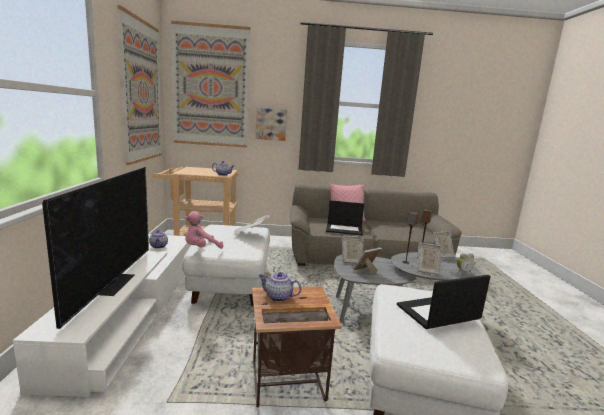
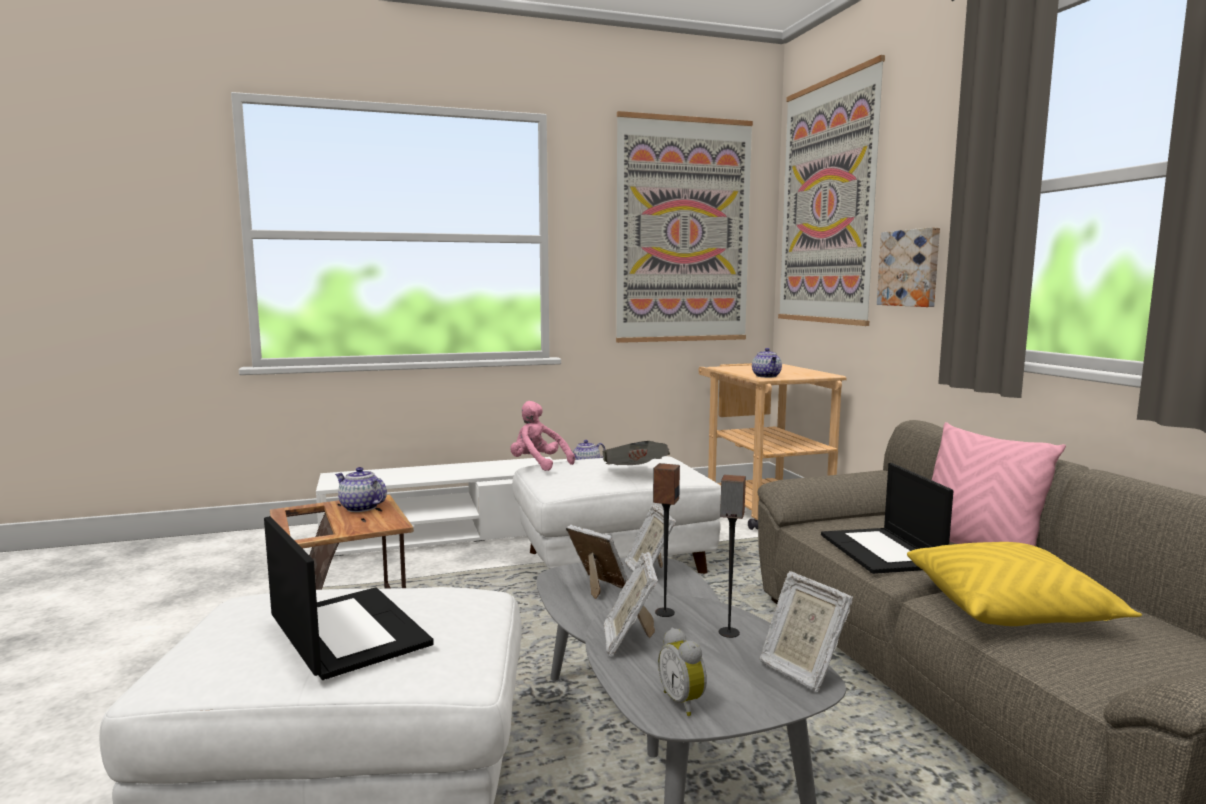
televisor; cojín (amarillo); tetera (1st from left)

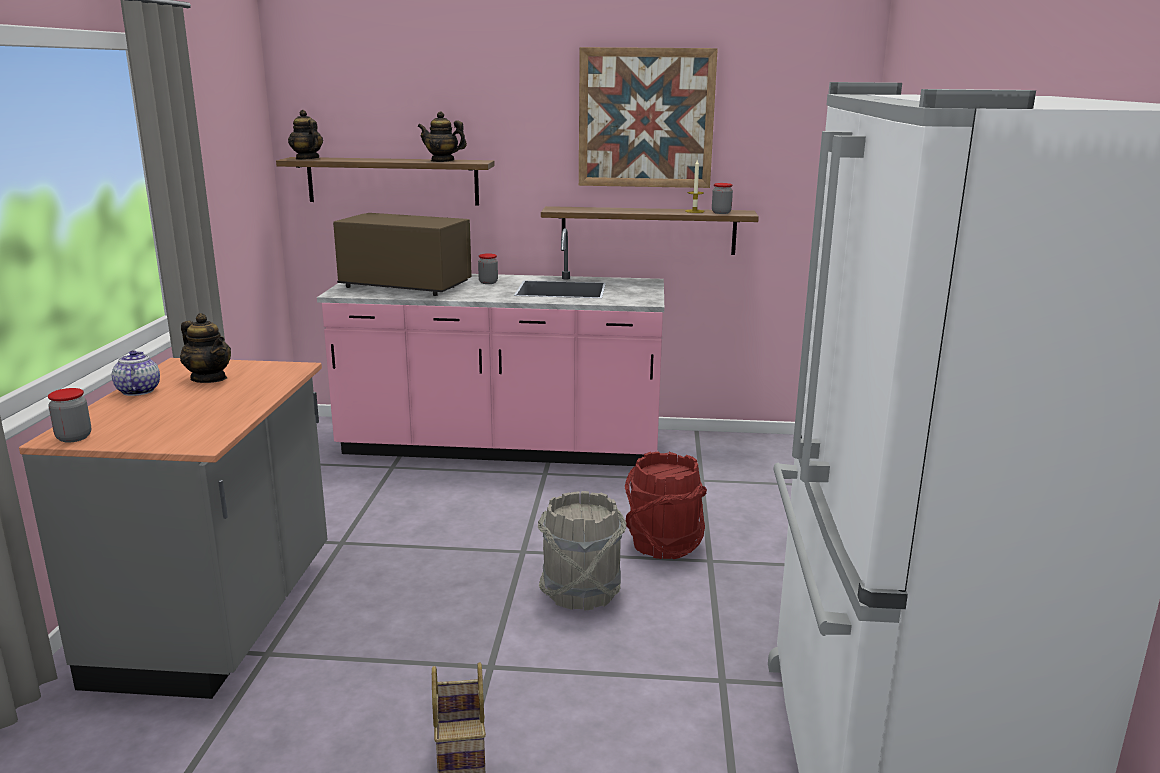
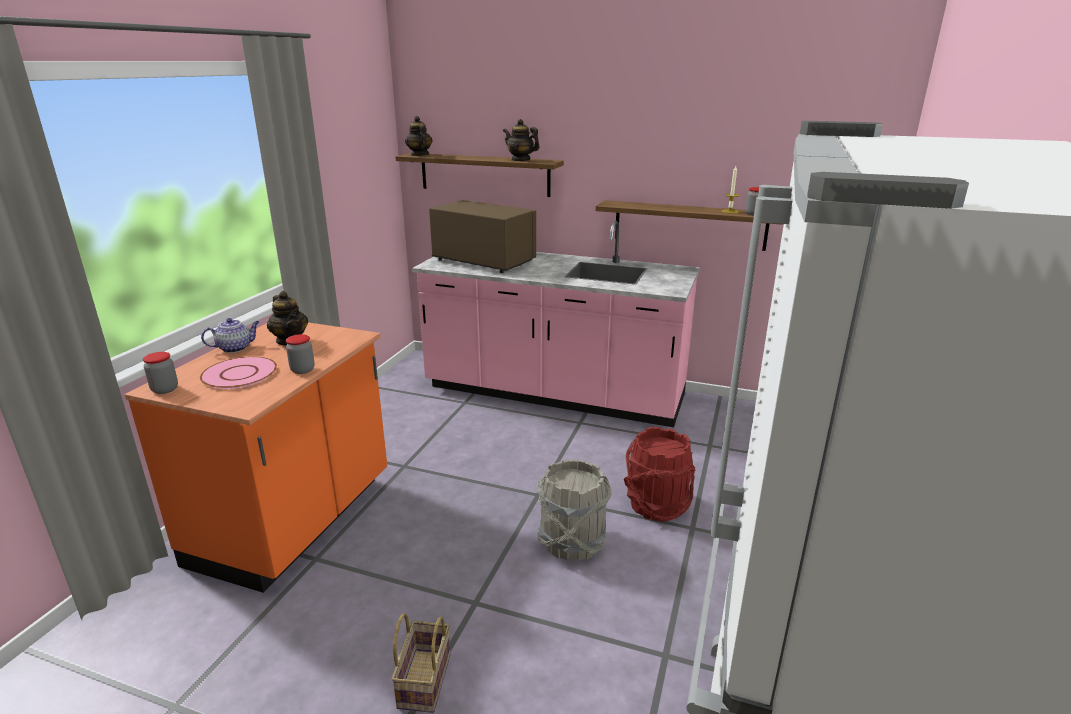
cuadro; plato (rosa); tarro (2nd from left); mueble bajo de cocina (naranja); tetera (1st from left)

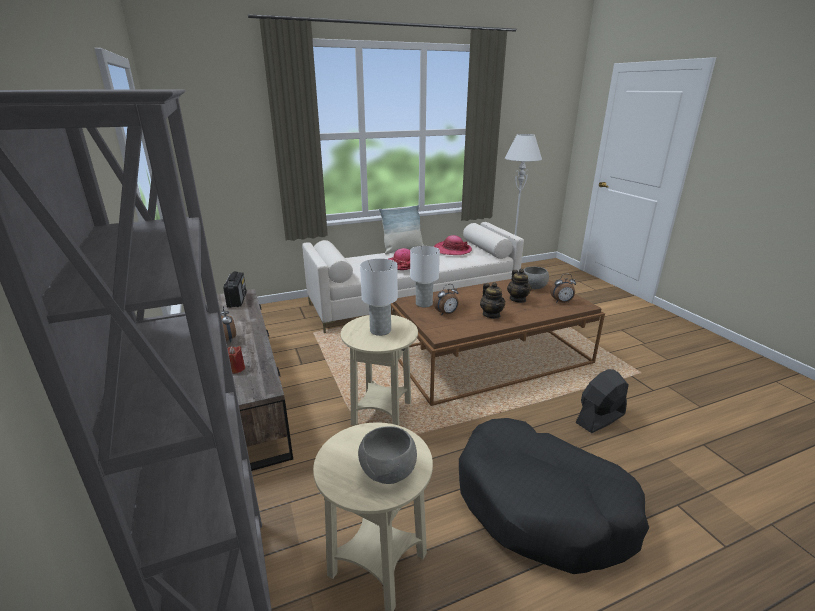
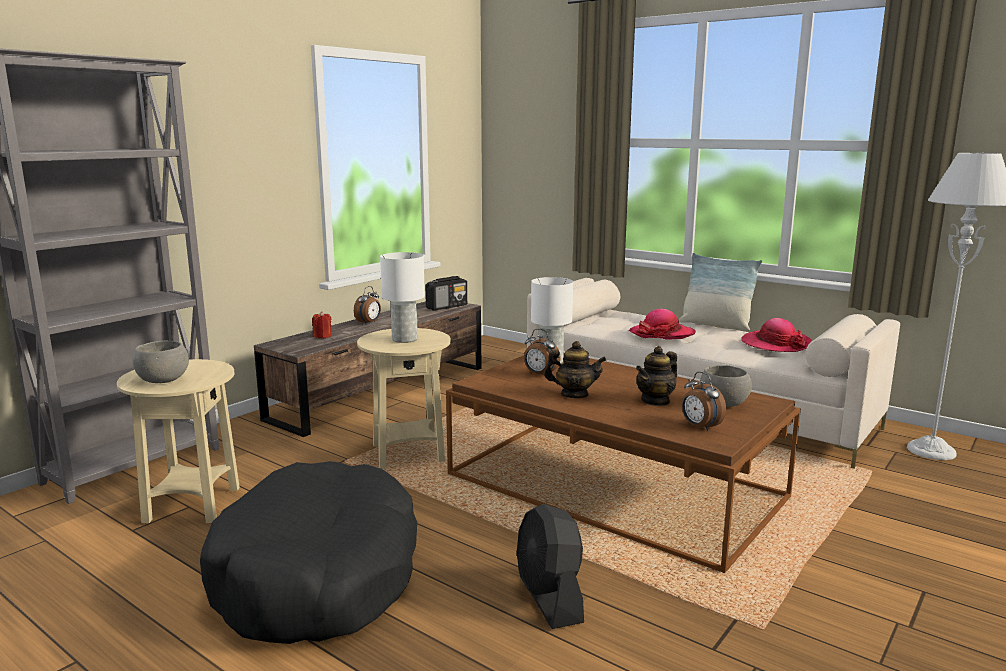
tetera (1st from left); ventilador (negro)

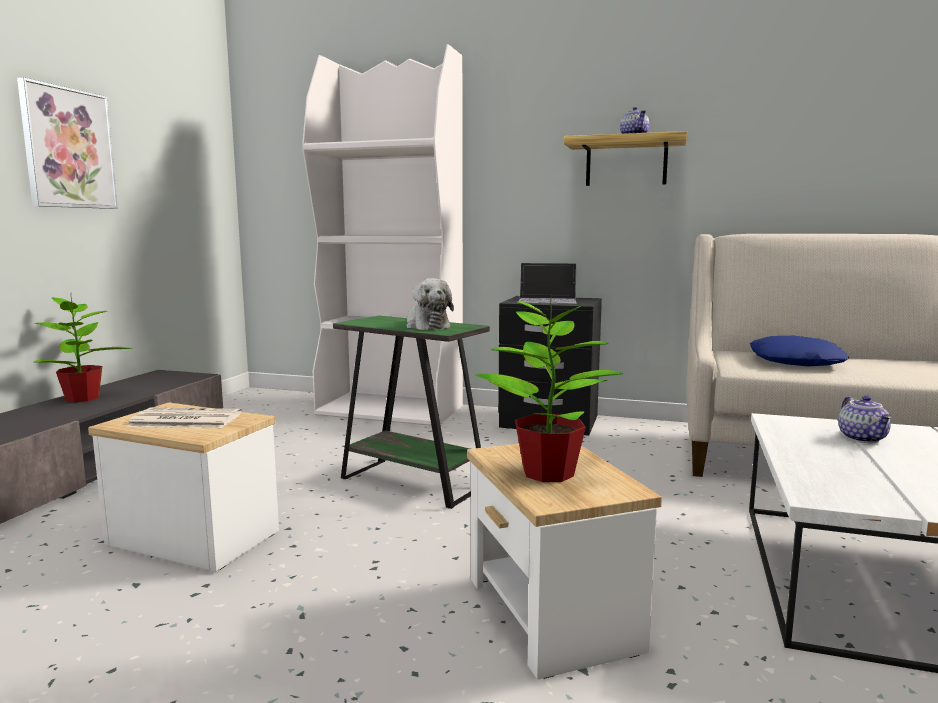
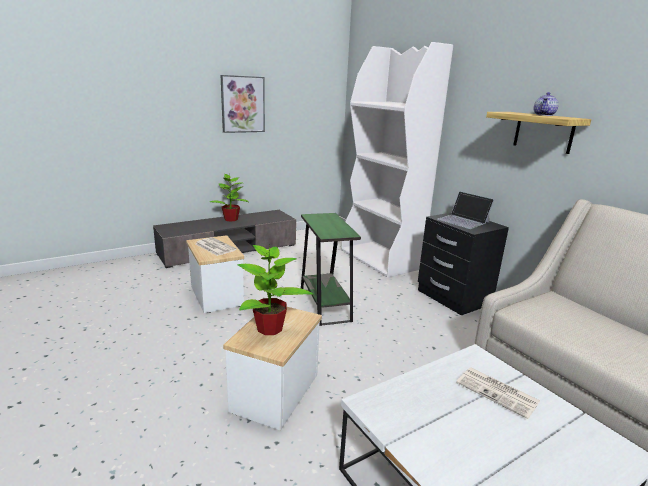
peluche; cojín (azul); periódico (2nd from left)

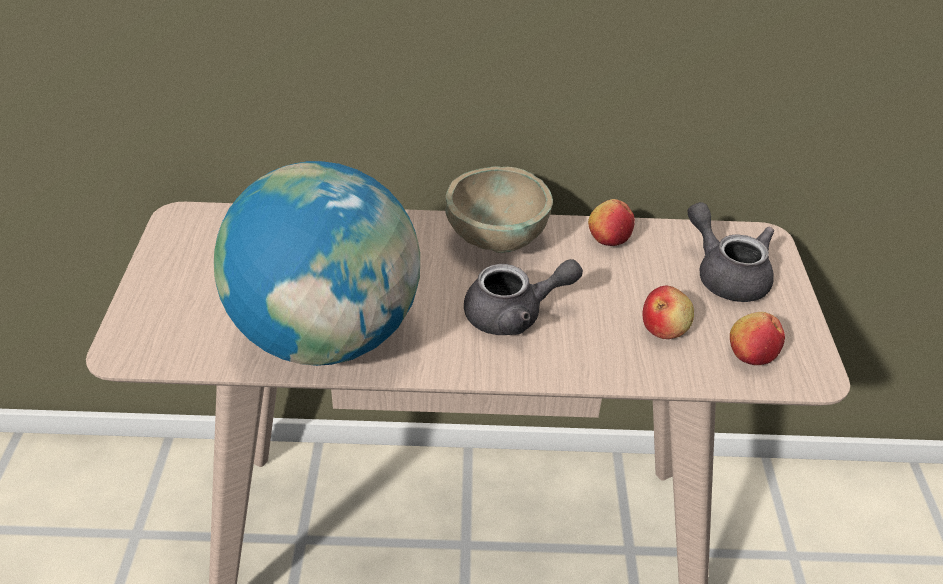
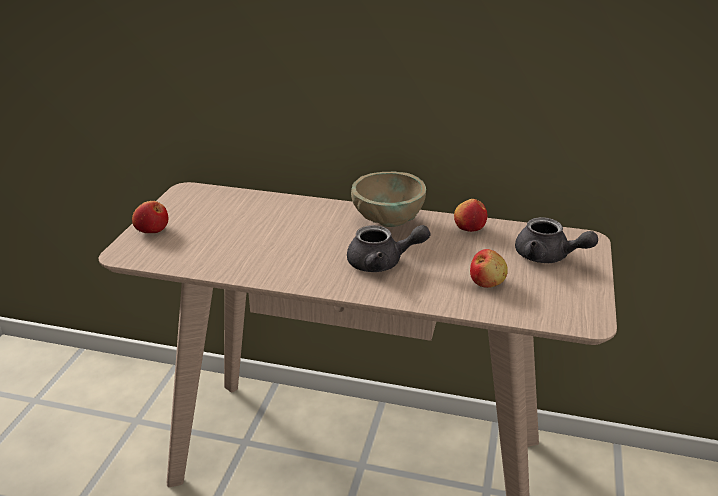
globo terráqueo; manzana (1st from left); tetera (gris) (2nd from left)

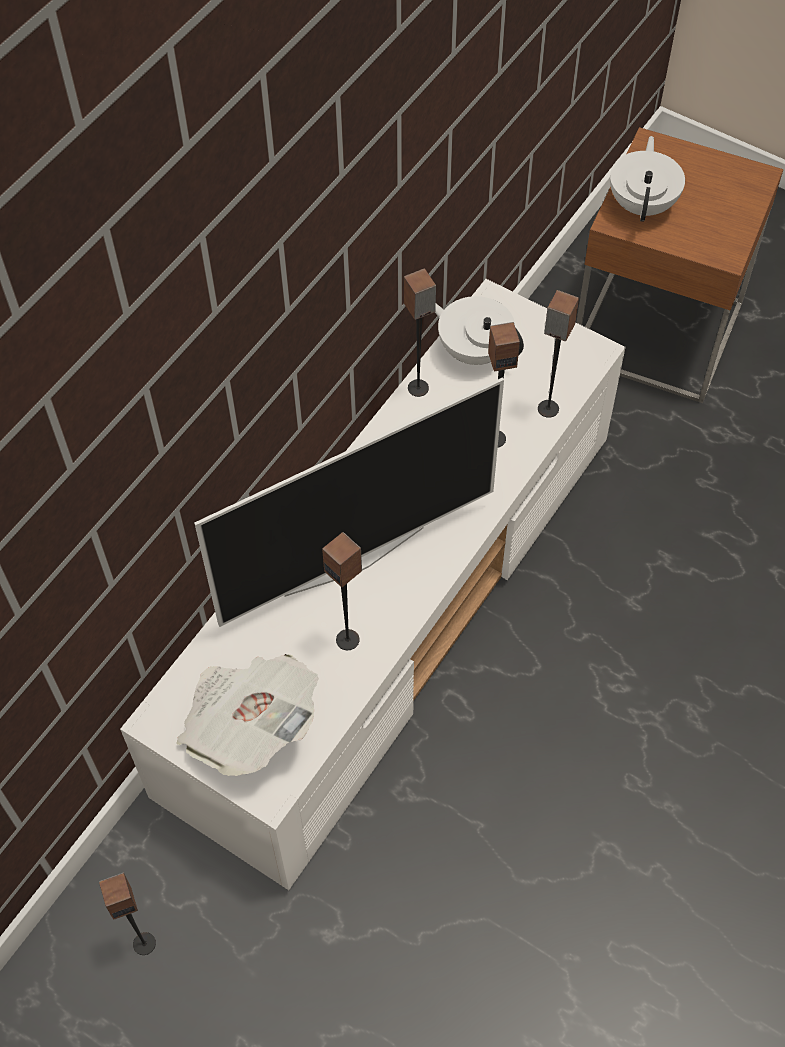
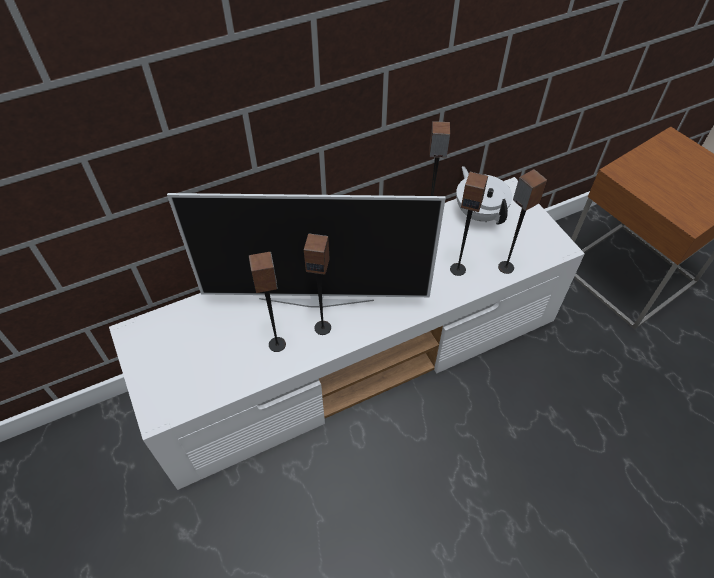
periódico; tetera (blanco) (2nd from left in the first image); altavoz (2nd from left)

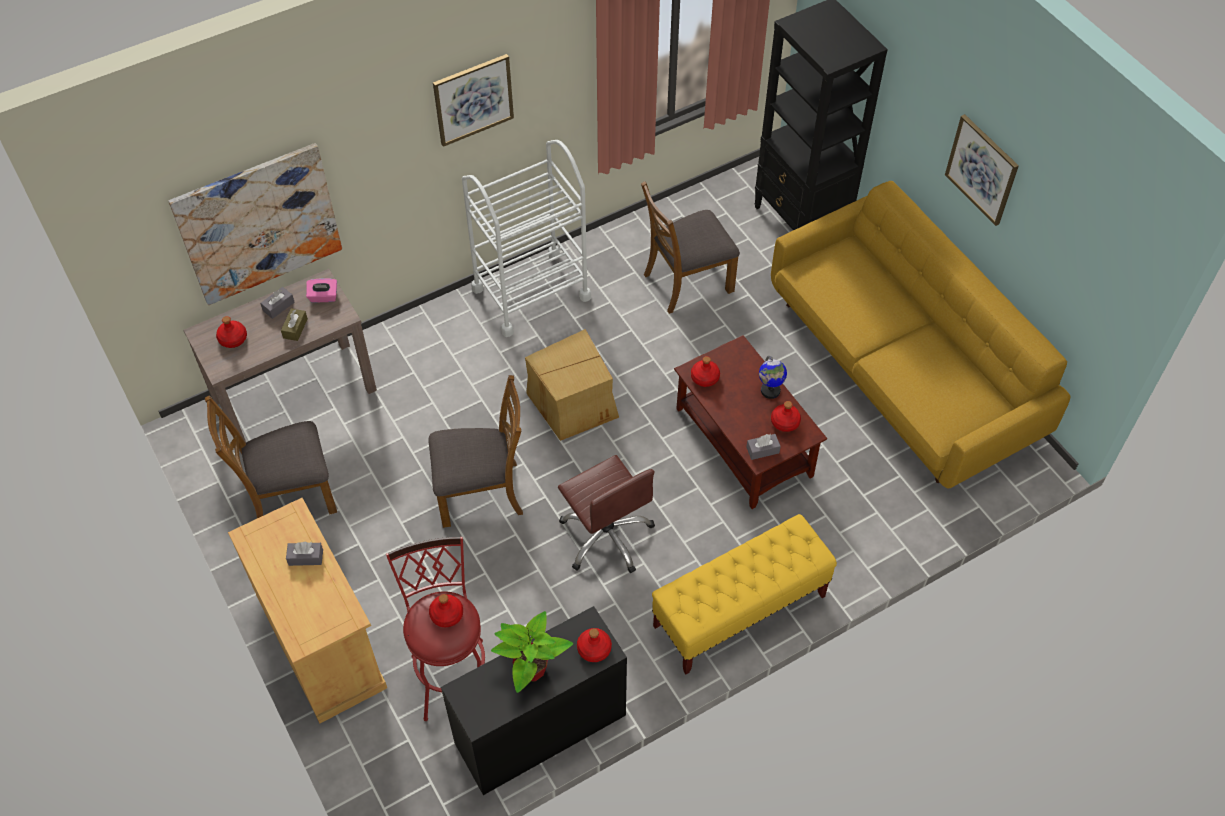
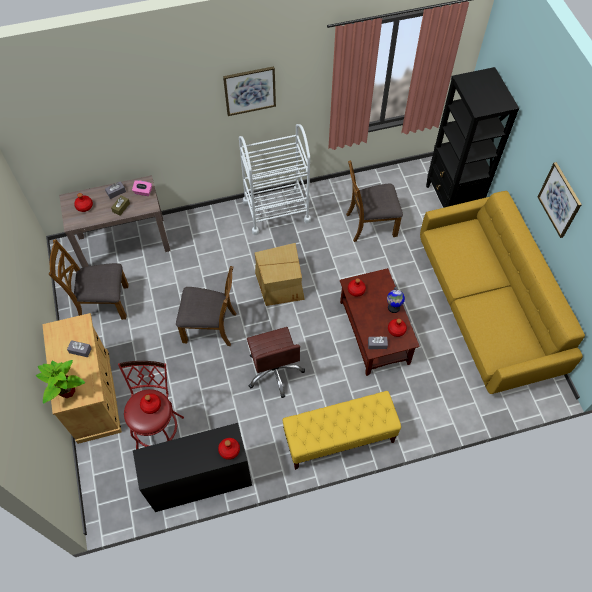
cuadro (1st from left in the first image); planta en maceta

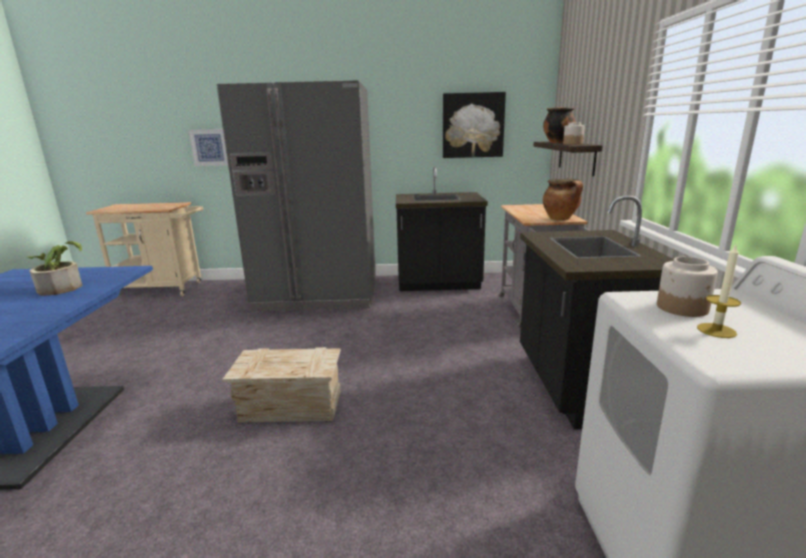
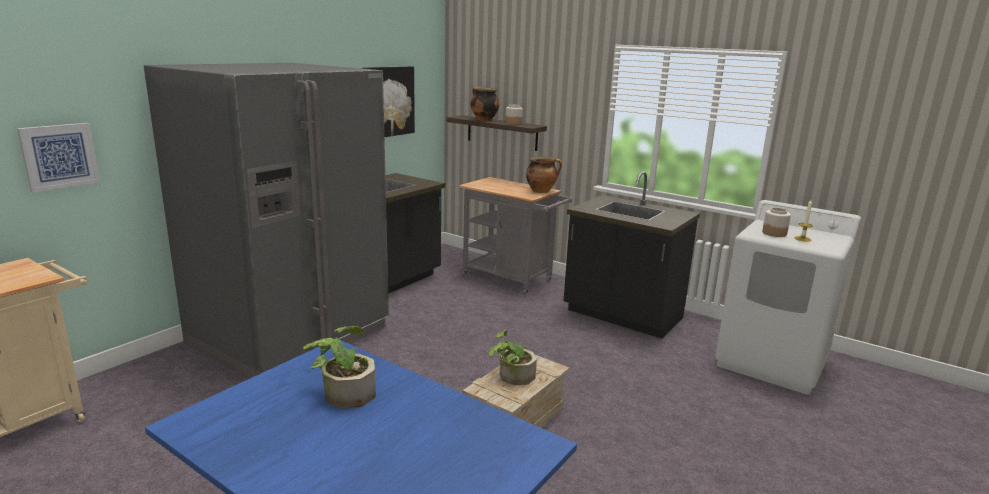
planta en maceta (2nd from left)

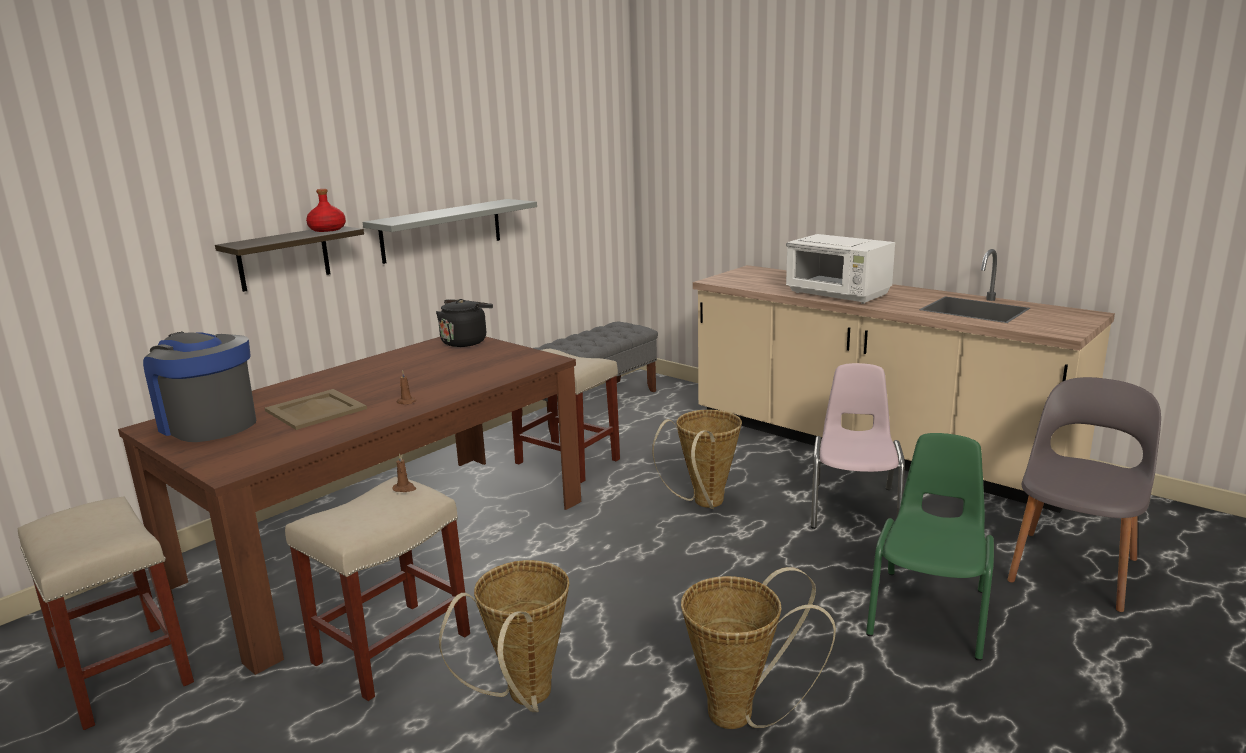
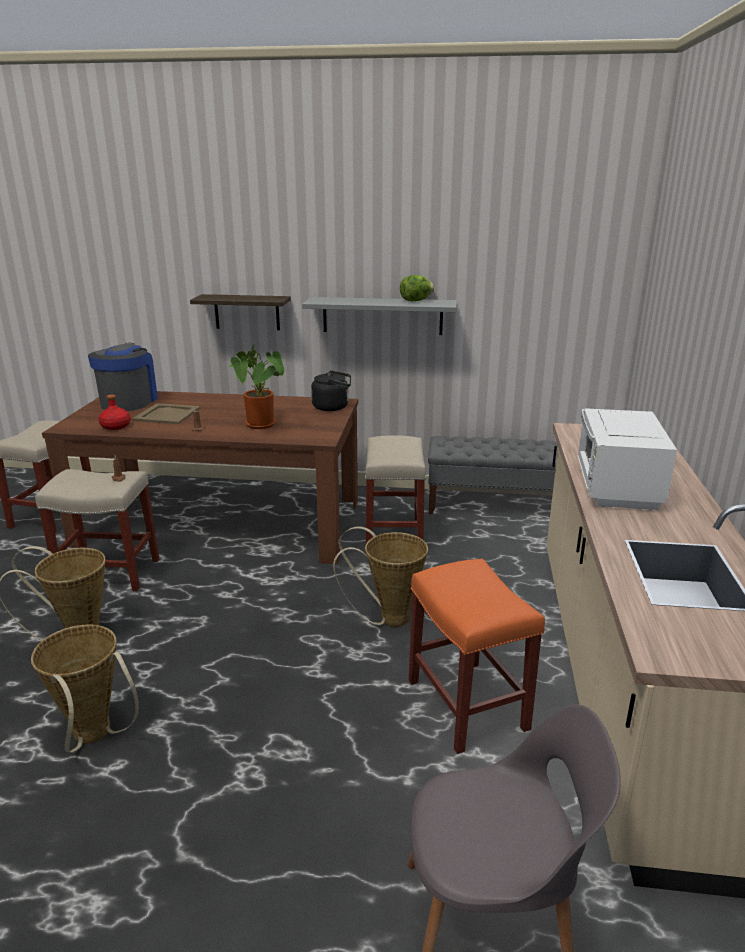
silla (verde); planta en maceta; lechuga; botella (rojo); taburete (naranja)

